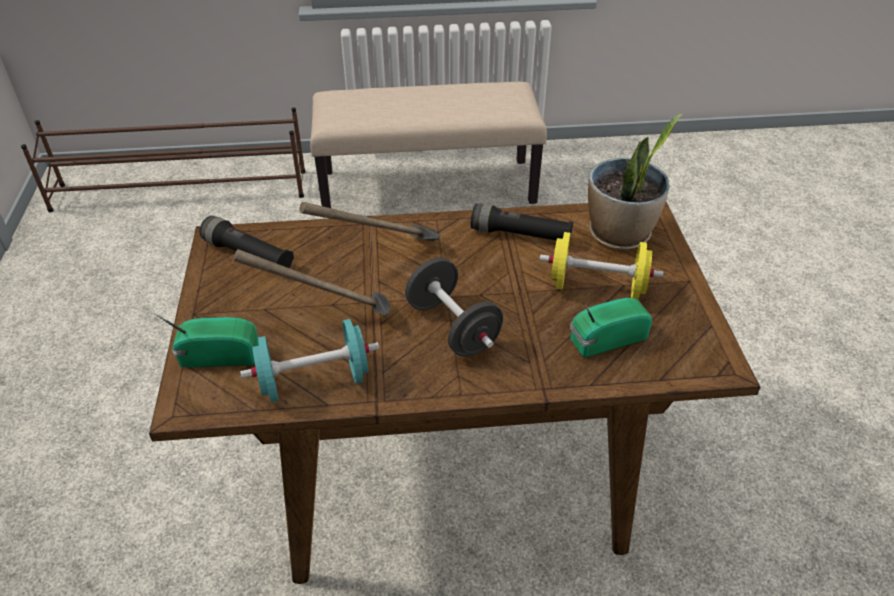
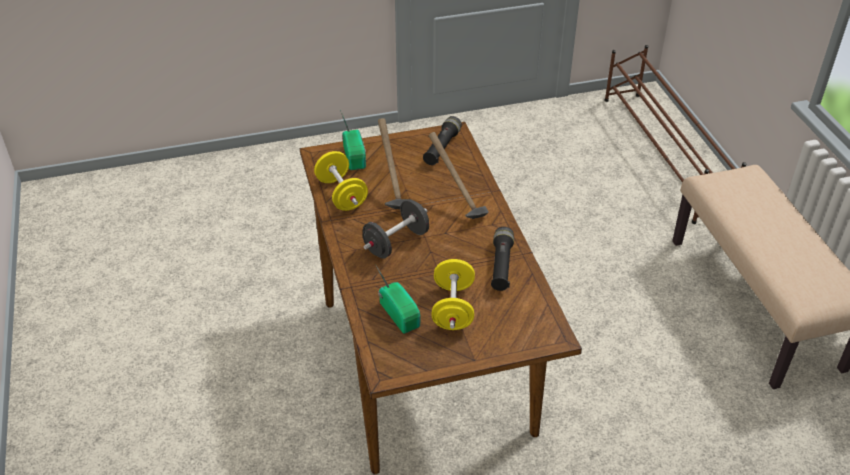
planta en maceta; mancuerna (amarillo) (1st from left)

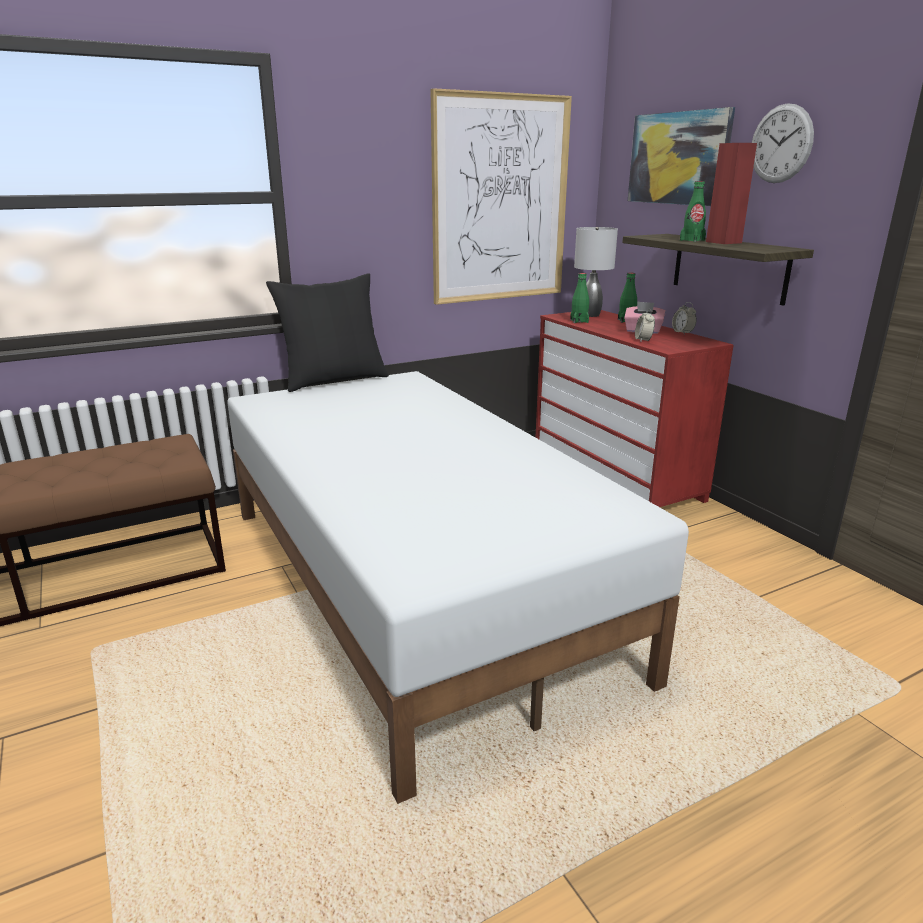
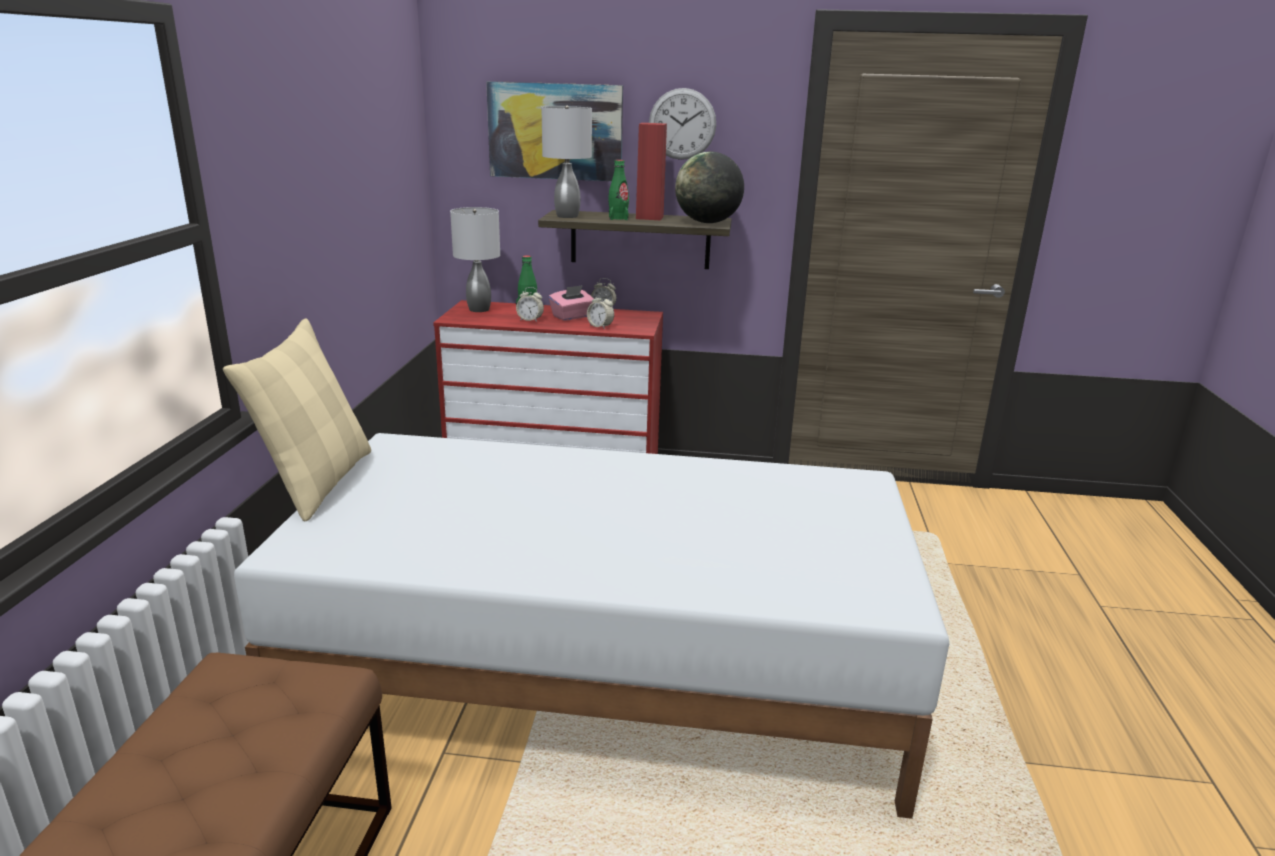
cuadro (1st from left in the first image); botella (verde) (1st from left in the first image); despertador (1st from left); lámpara de mesa (gris) (2nd from left); globo terráqueo; cojín (beis)

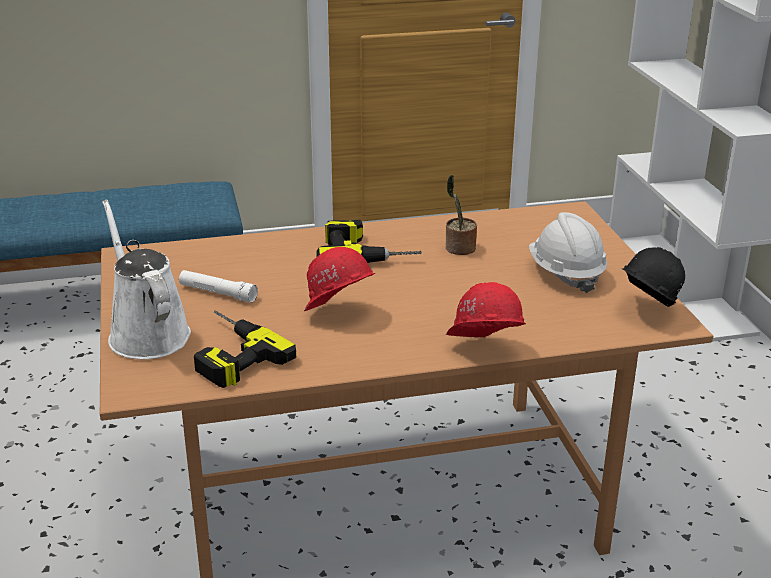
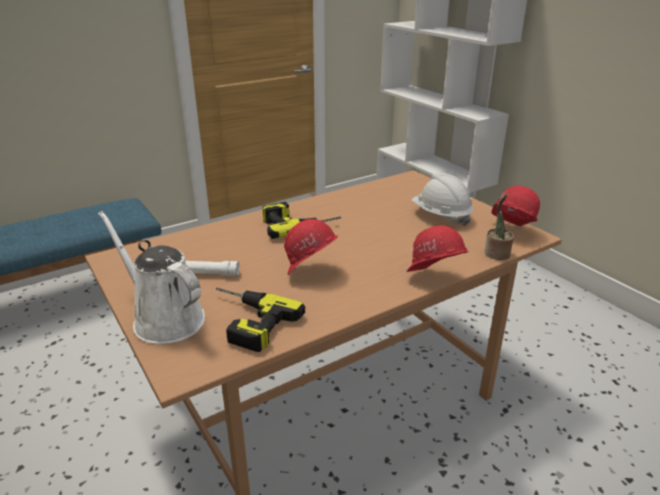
planta en maceta; casco (rojo) (3rd from left)

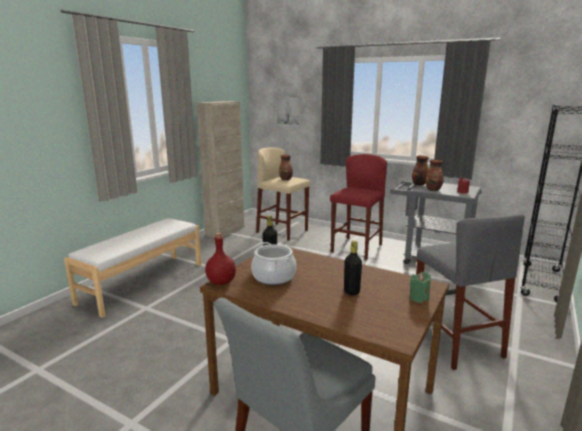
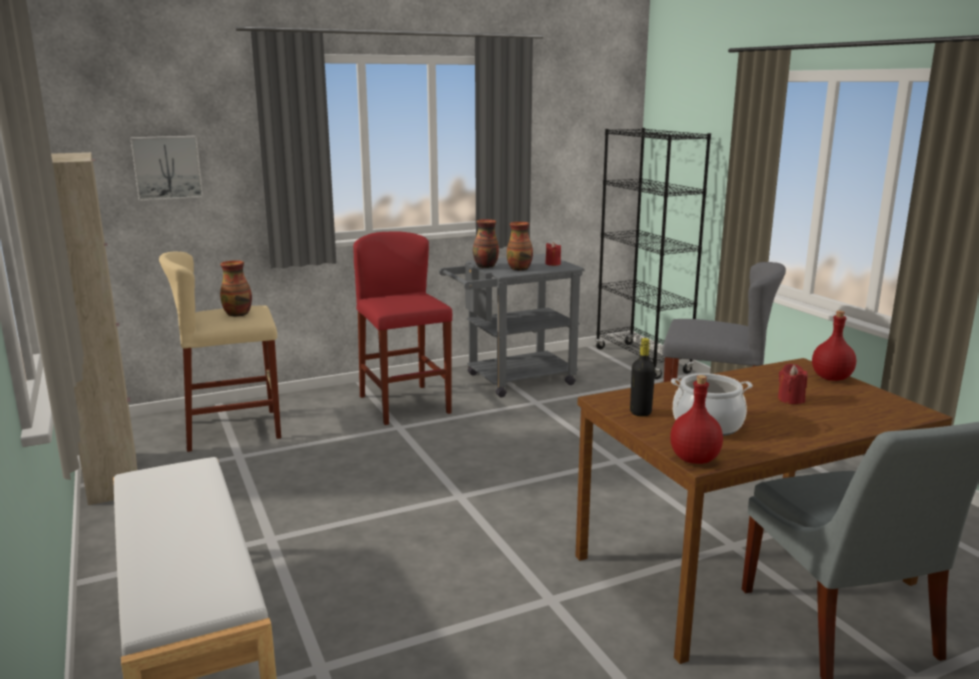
vela (rojo) (2nd from left); botella (rojo) (2nd from left)

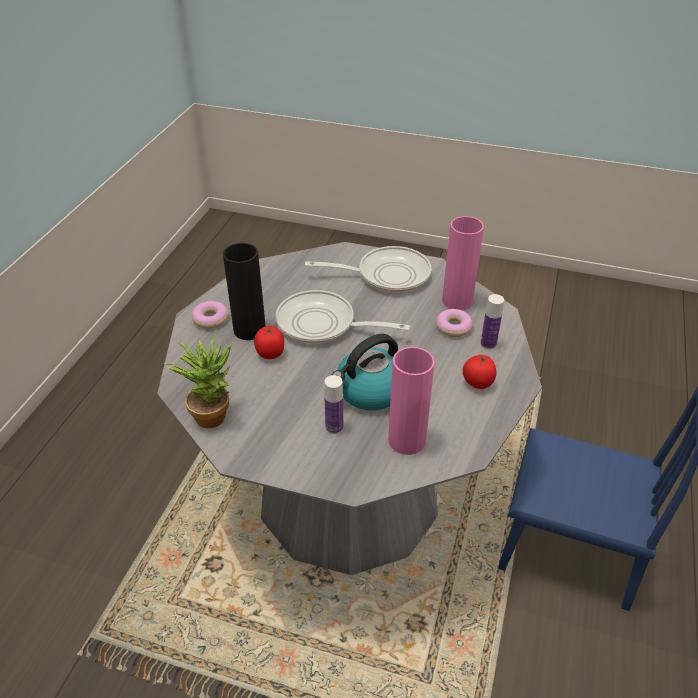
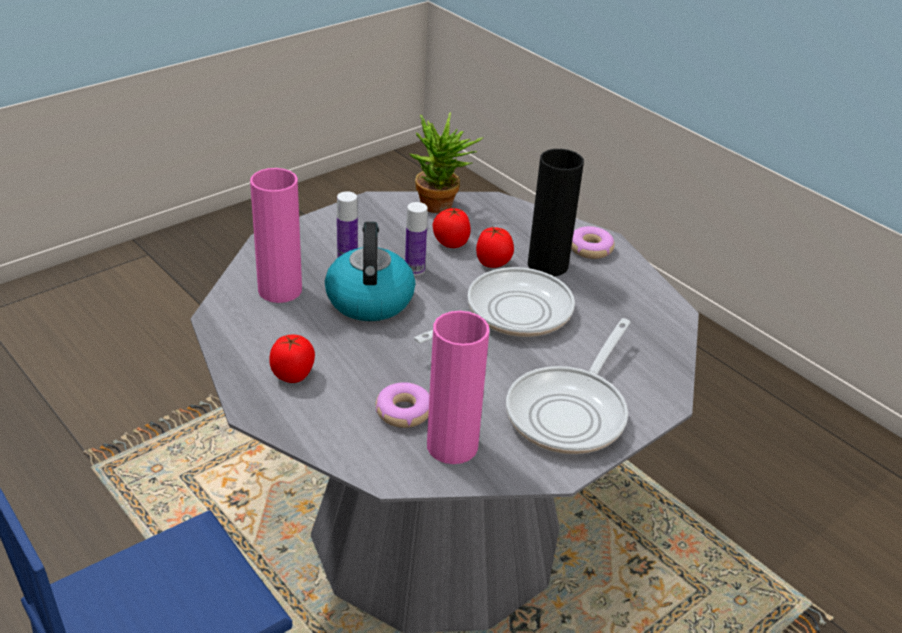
tomate (2nd from left); botella (2nd from left)

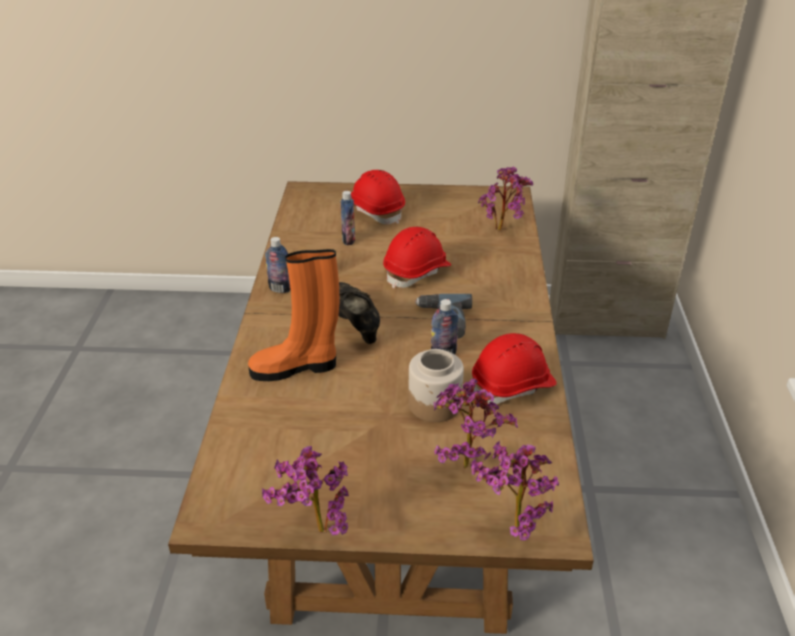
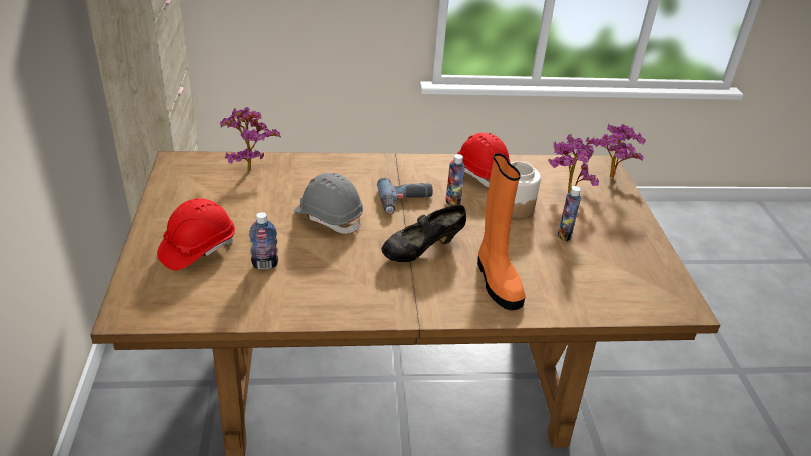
planta en maceta (1st from left in the first image); botella (3rd from left); casco (gris)

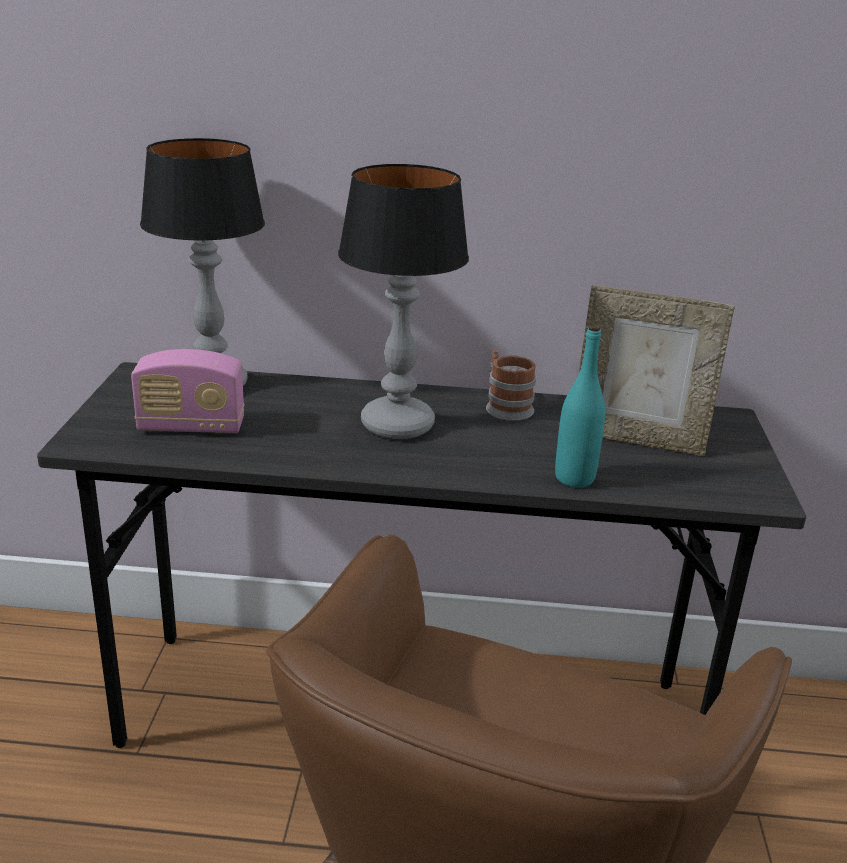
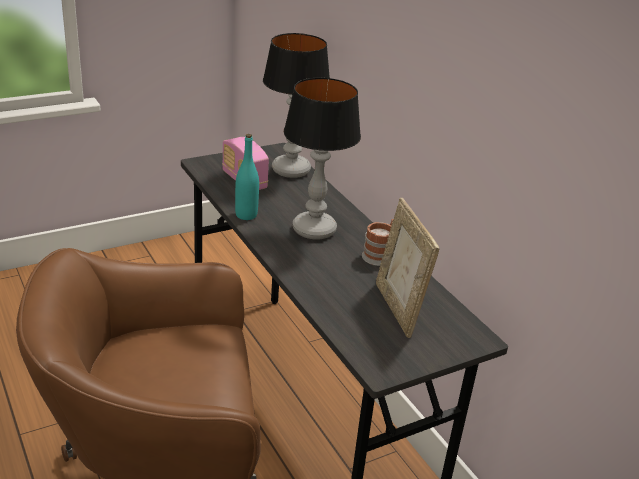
botella (turquesa)

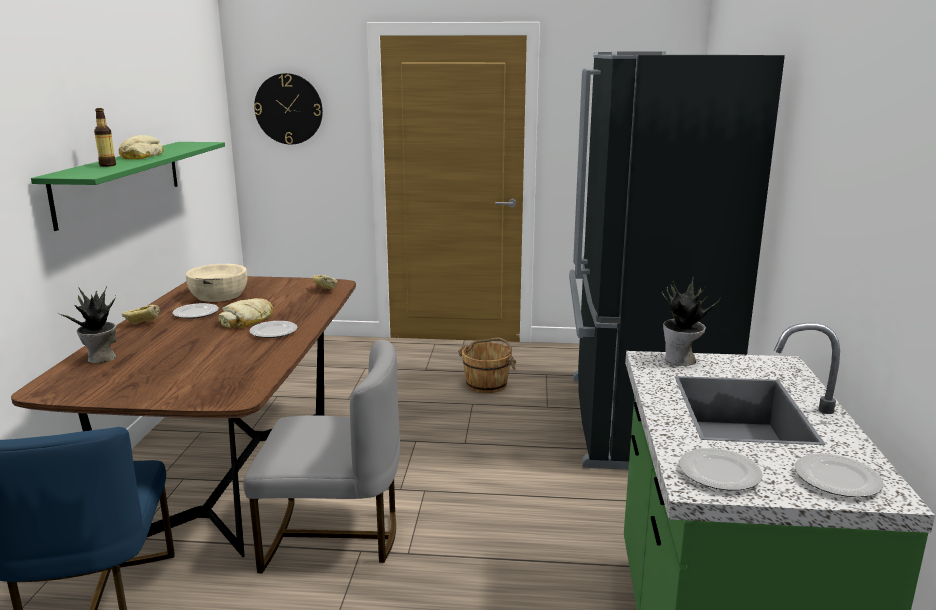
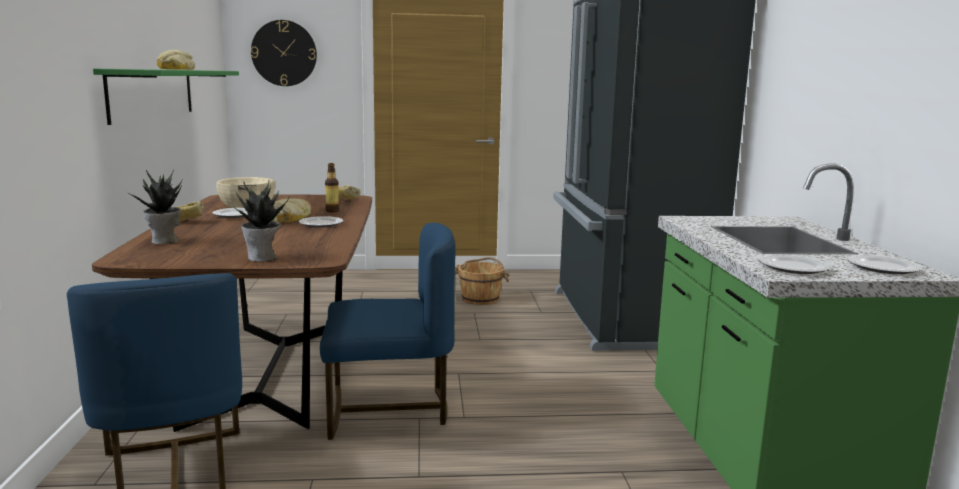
botella; planta en maceta (2nd from left); silla (azul) (2nd from left)

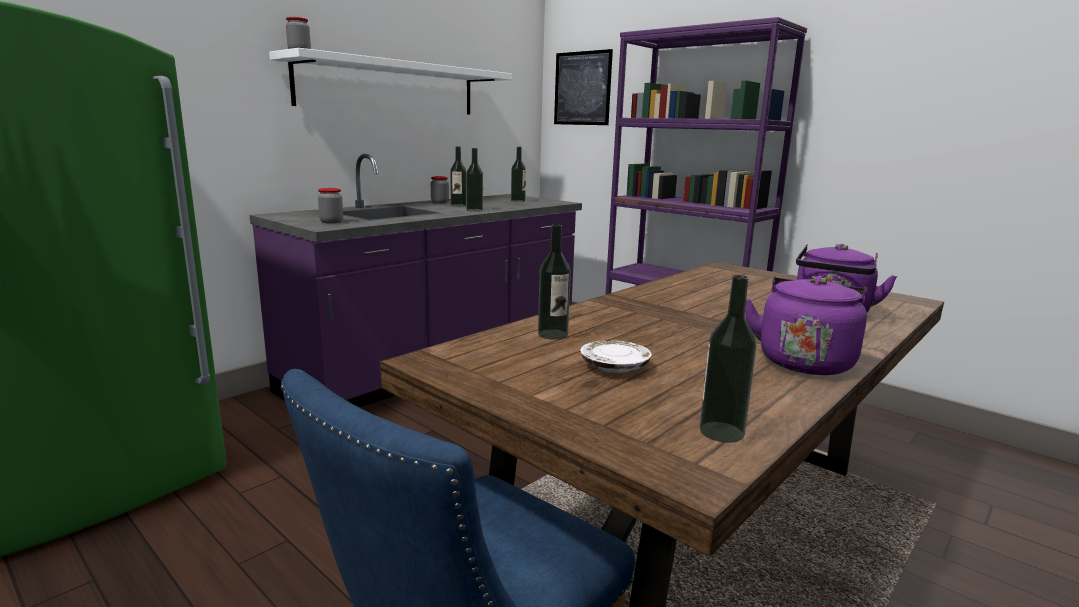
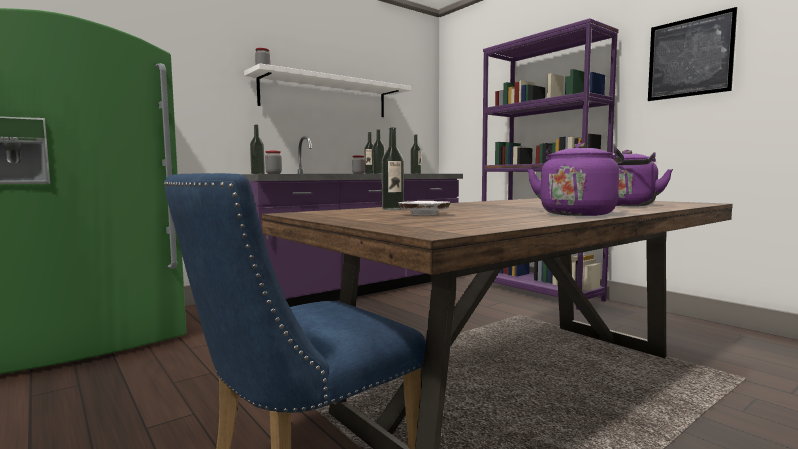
cuadro; botella (1st from left)

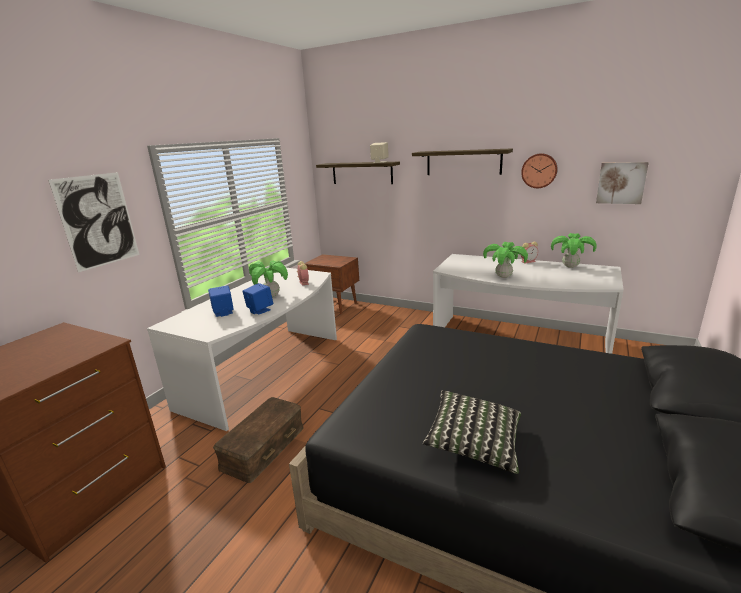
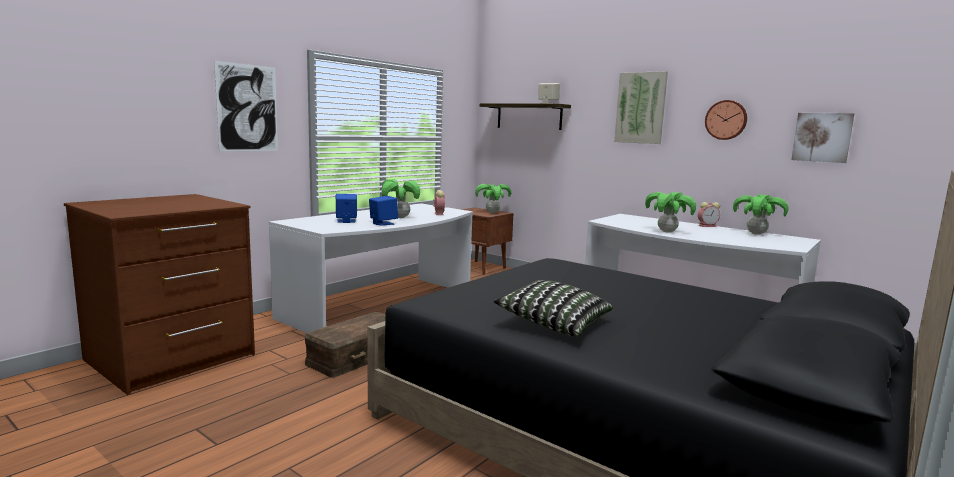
planta en maceta (2nd from left); cuadro (2nd from left)

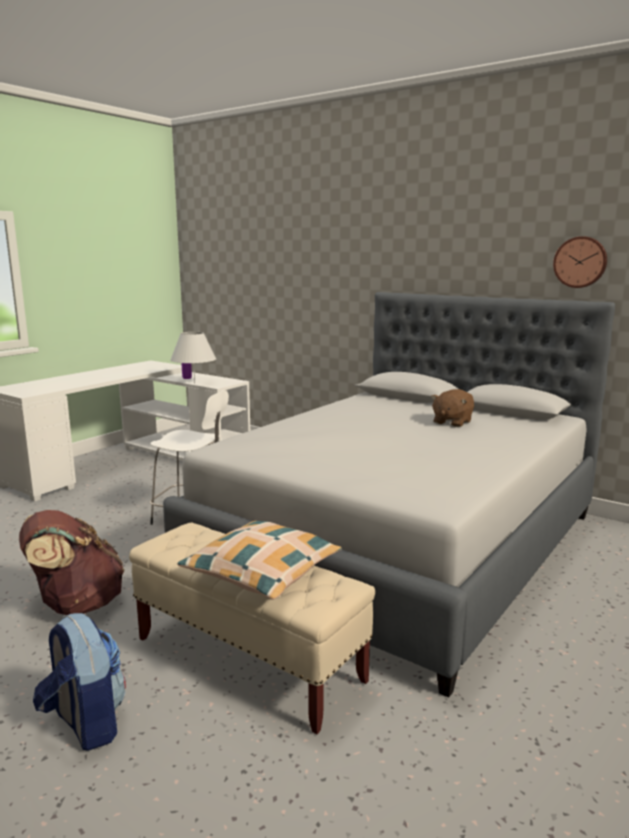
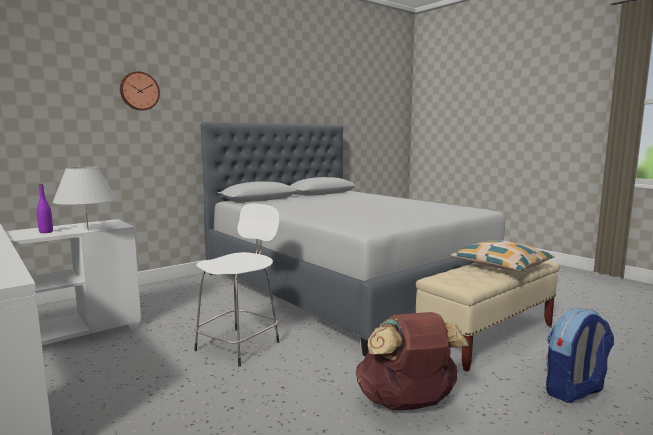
peluche (marrón); reloj de pared

